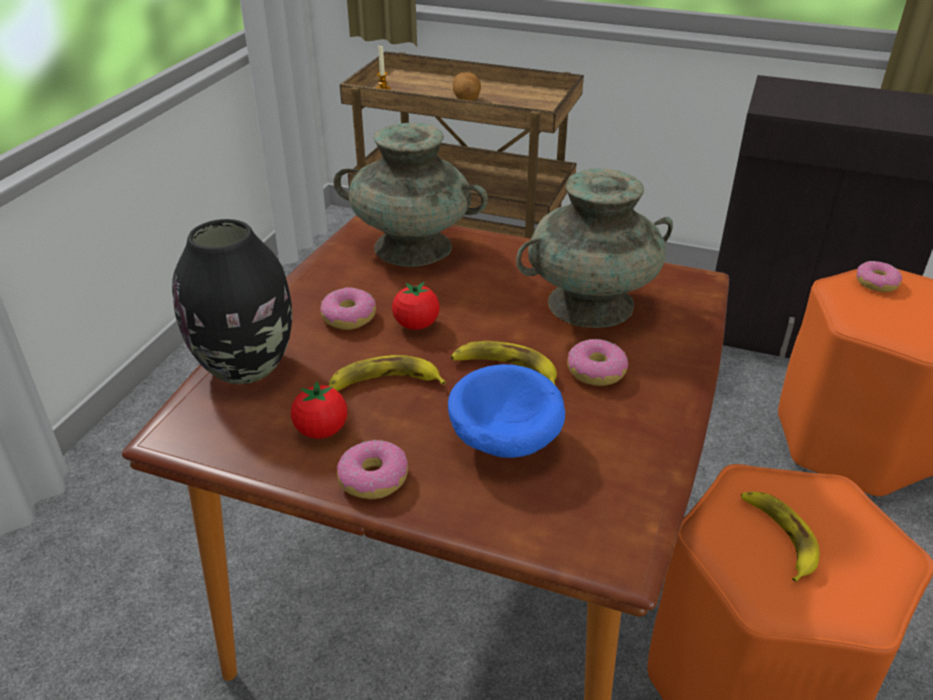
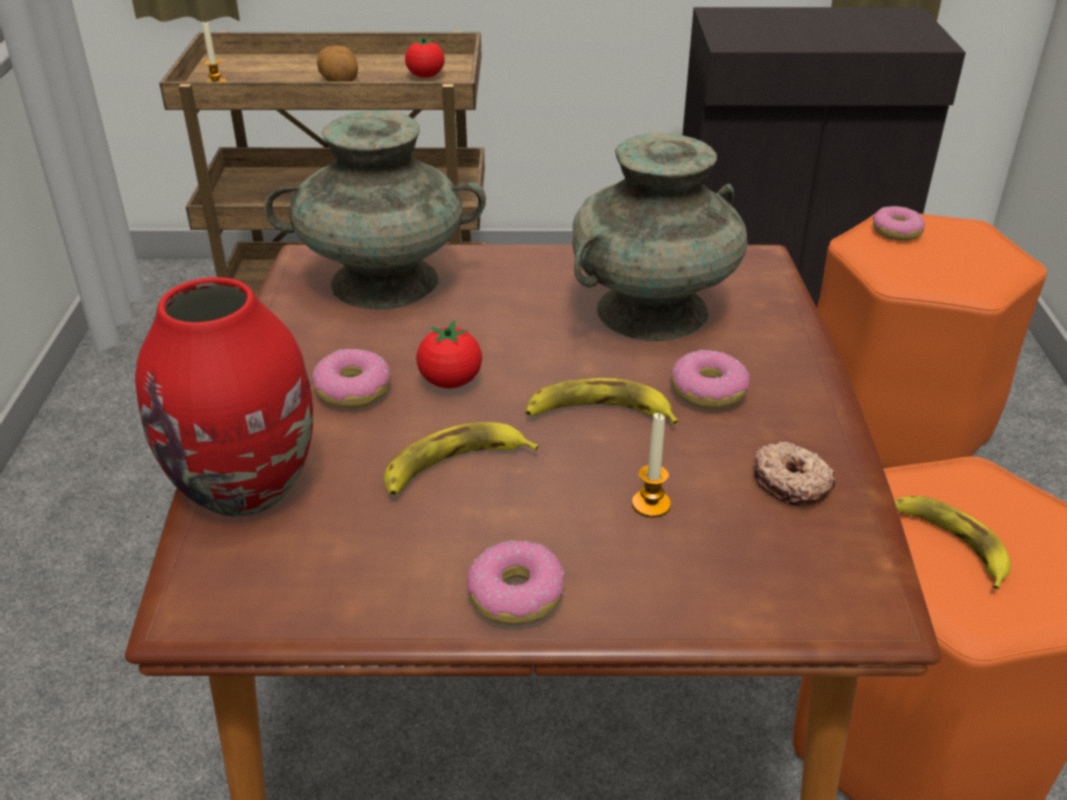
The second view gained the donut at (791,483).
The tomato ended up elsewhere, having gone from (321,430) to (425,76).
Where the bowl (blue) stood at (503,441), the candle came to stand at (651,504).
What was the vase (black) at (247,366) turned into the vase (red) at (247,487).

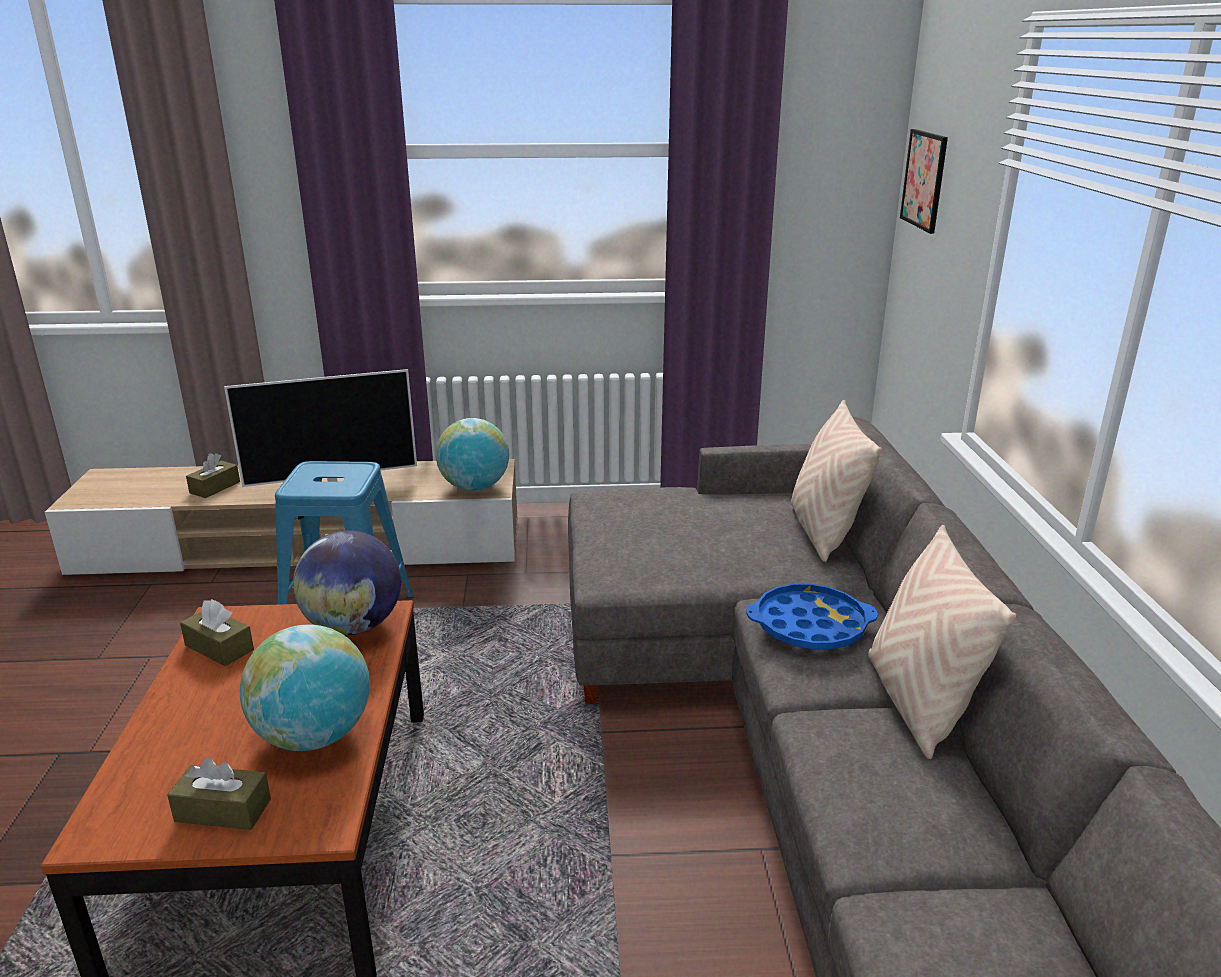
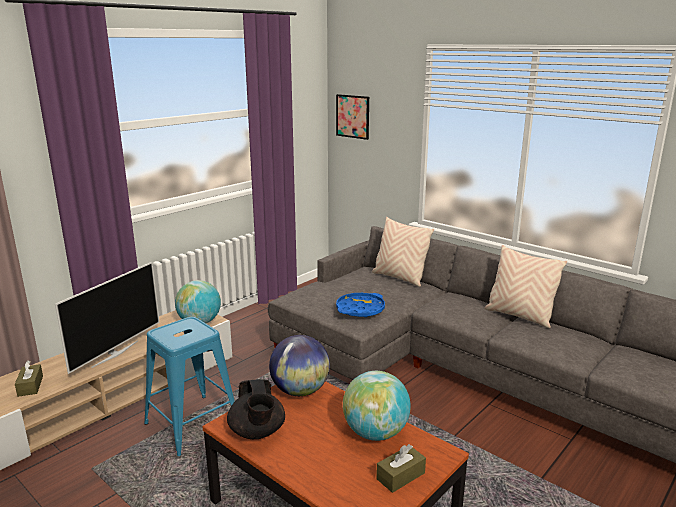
The tray (blue) ended up elsewhere, having gone from (810,626) to (360,309).
Where the tissue box (brown) stood at (219,648), the teapot (black) came to stand at (257,432).

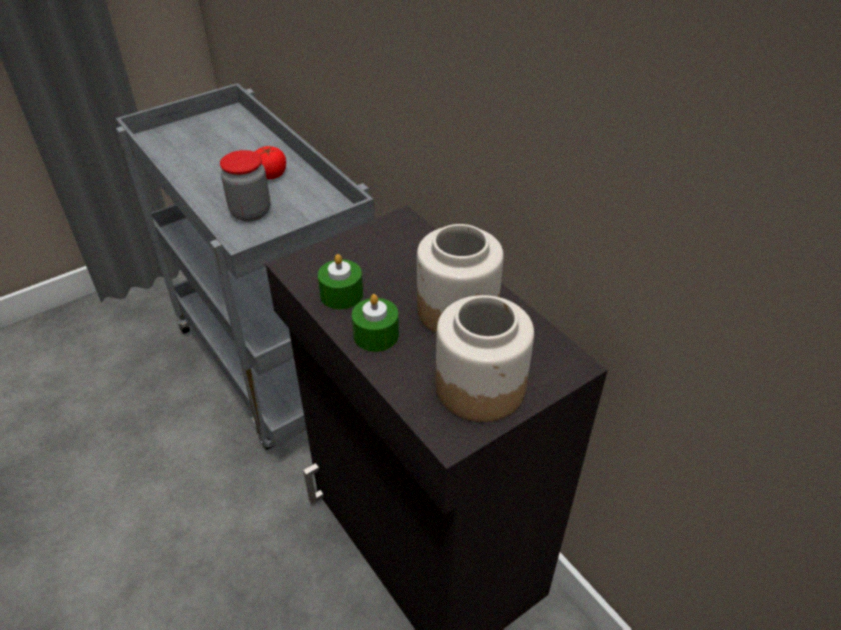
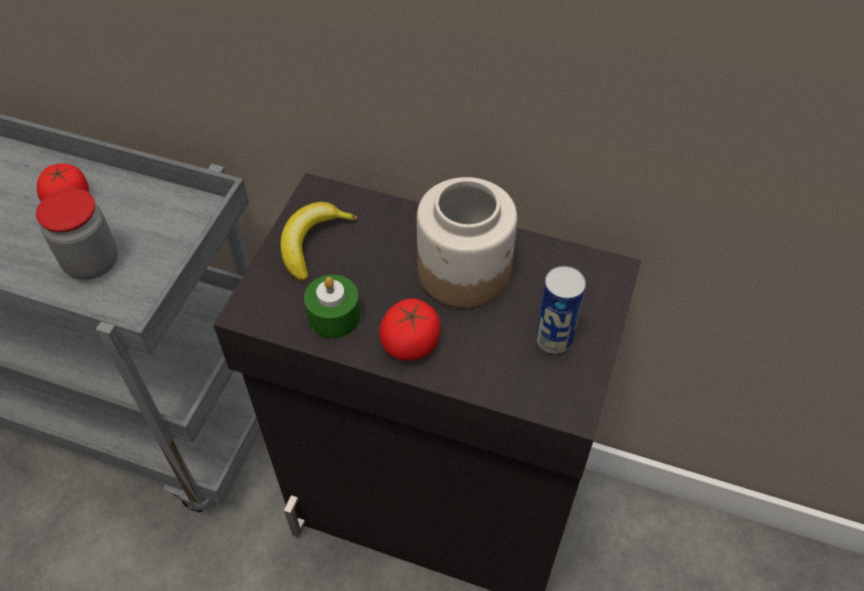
The second view gained the banana at (312,243).
Where the candle (green) stood at (376,335), the tomato came to stand at (410,342).
Where the jar stood at (481,386), the can came to stand at (553,340).

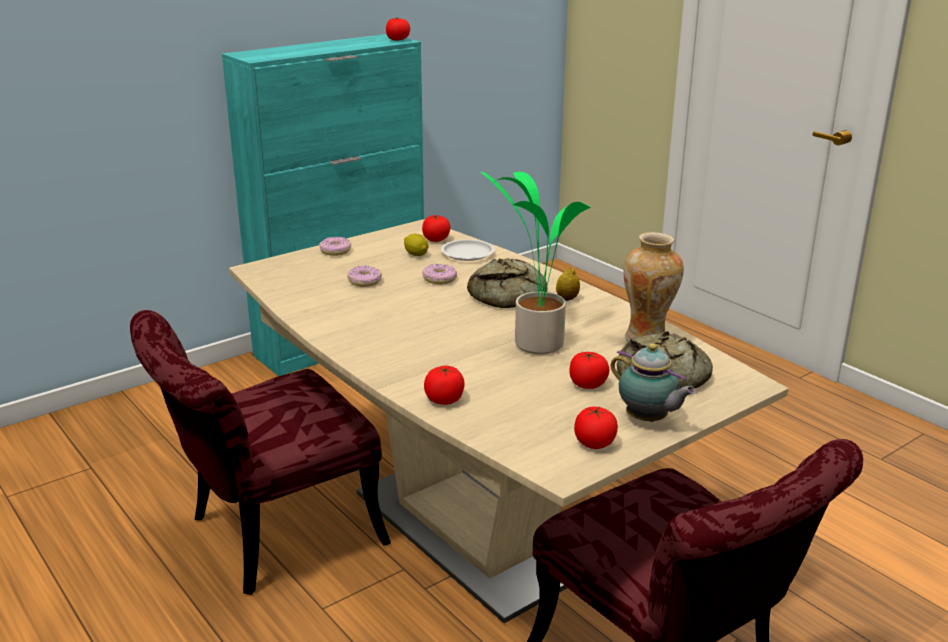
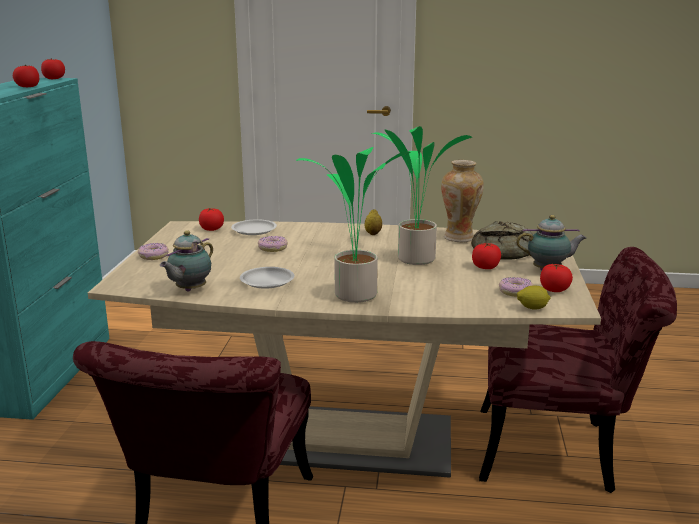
The second view lost the bread at (510,295).
The second view gained the teapot at (189,290).
The second view gained the plate (white) at (267,281).
The second view gained the potted plant at (353,296).
The donut ended up elsewhere, having gone from (364,281) to (515,292).
The lemon ended up elsewhere, having gone from (416,255) to (532,308).
The tomato ended up elsewhere, having gone from (444,400) to (28,87).

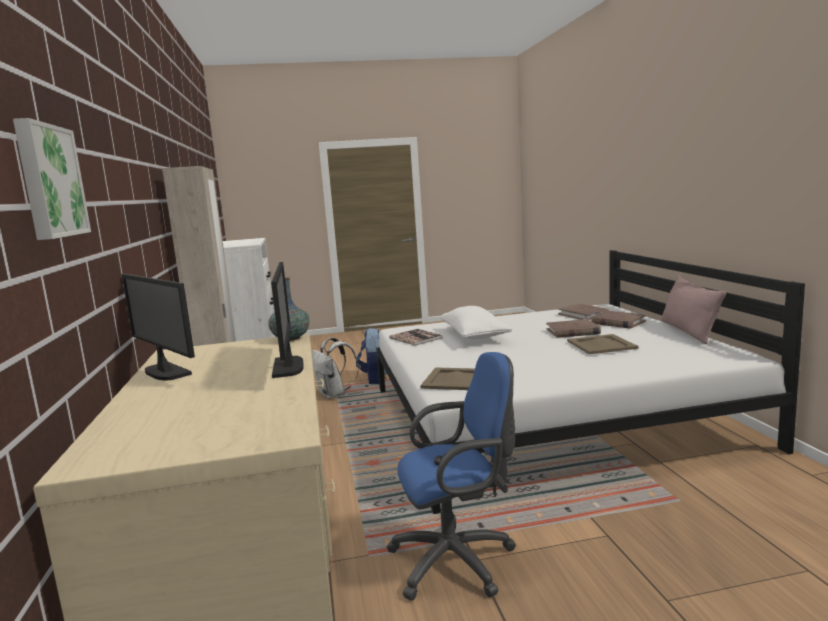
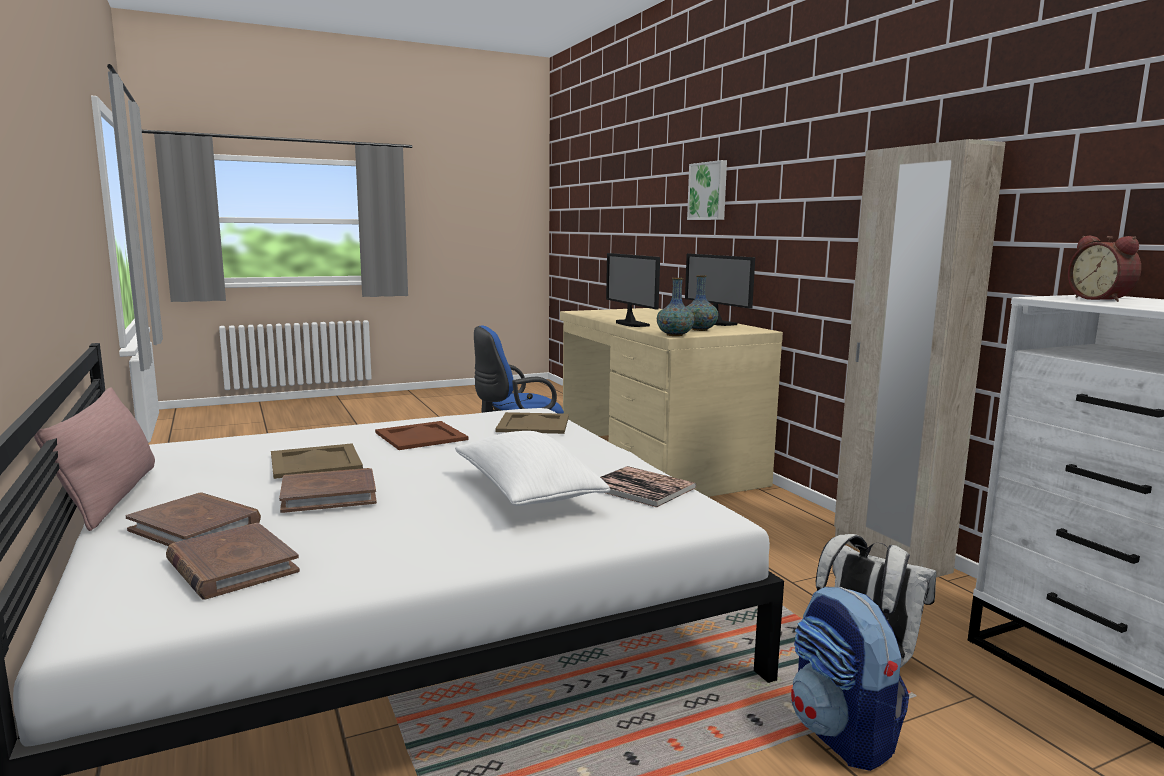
The second view gained the tray (brown) at (420,436).
The second view gained the vase at (699,330).
The second view gained the alarm clock at (1102,299).
The monitor at (165,373) ended up facing another way, 150 degrees counterclockwise from before.

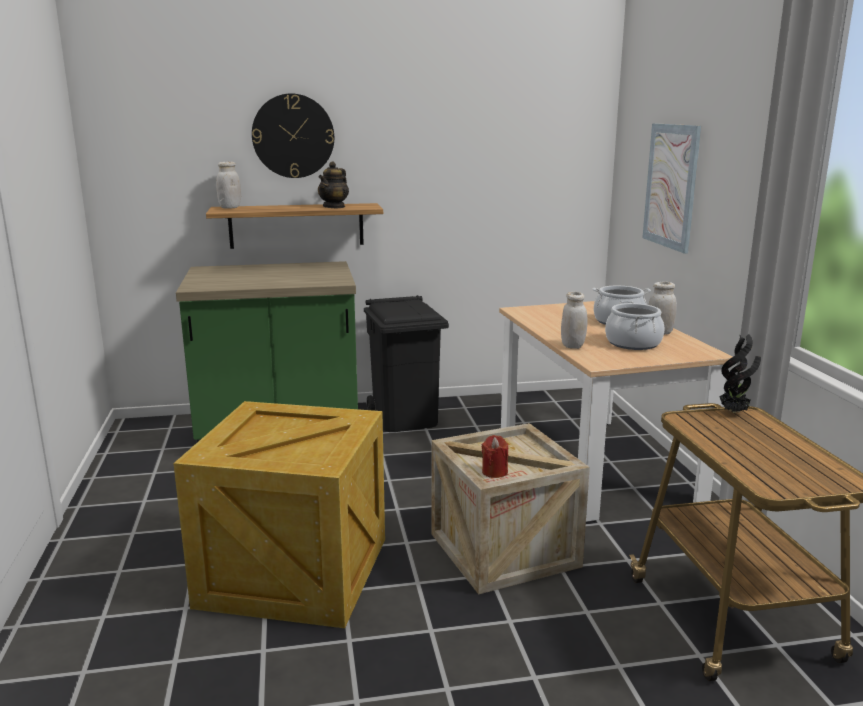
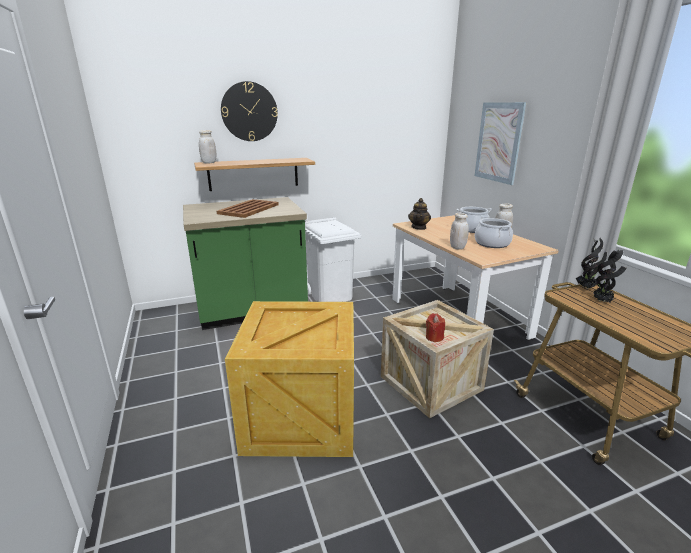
The second view gained the tray (brown) at (249,209).
The second view gained the potted plant at (602,301).
The teapot ended up elsewhere, having gone from (334,207) to (419,227).
What was the trash can (black) at (405,419) turned into the trash can (white) at (330,296).

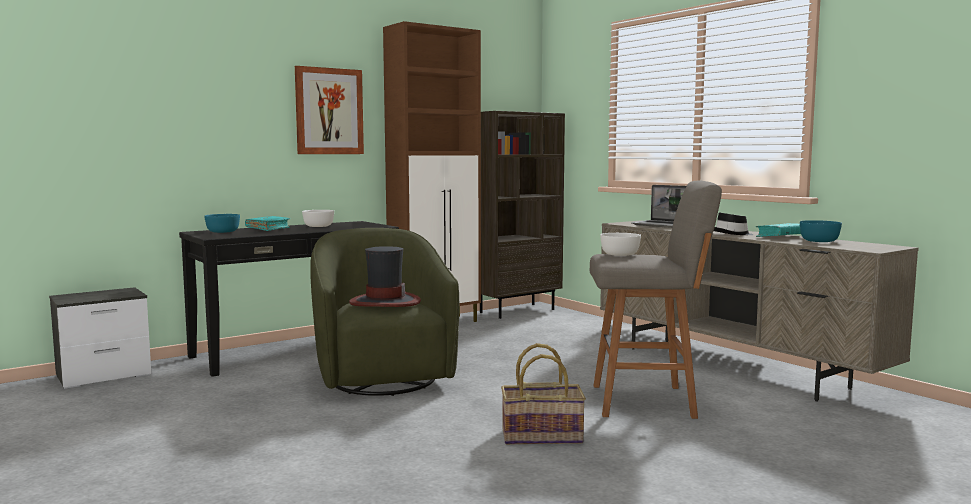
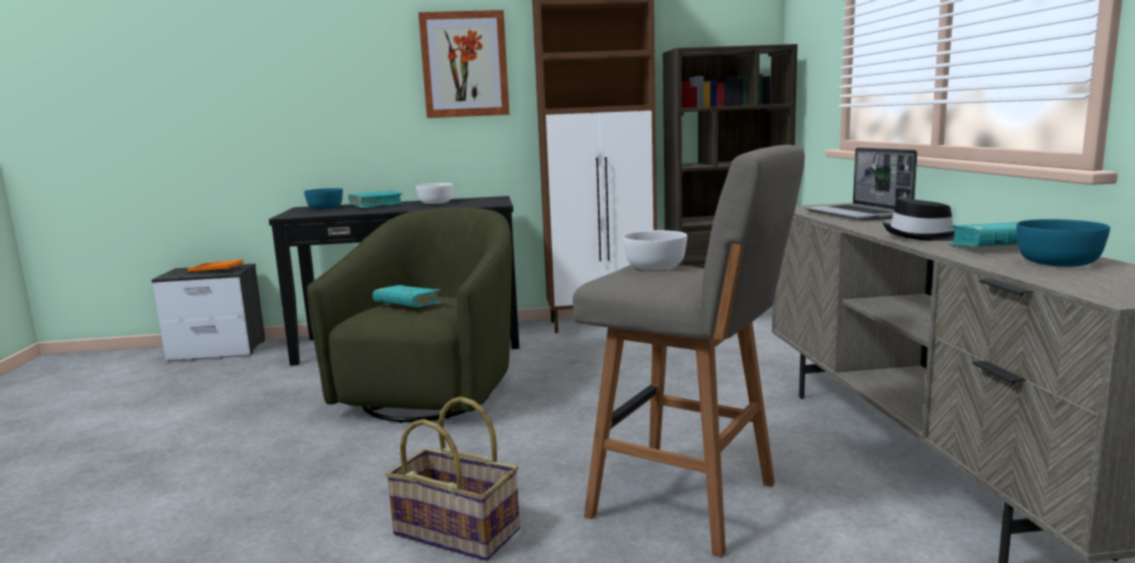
The second view gained the tray (orange) at (216,270).
Where the hat stood at (384,302), the book (turquoise) came to stand at (407,305).

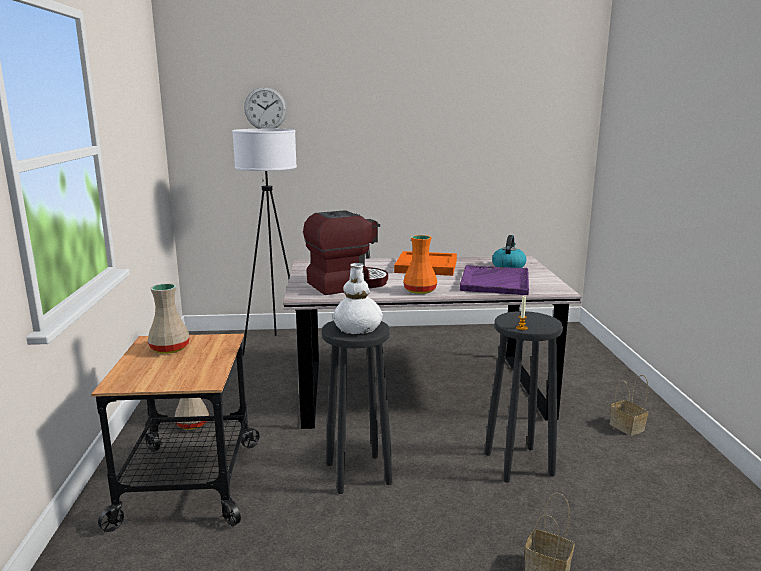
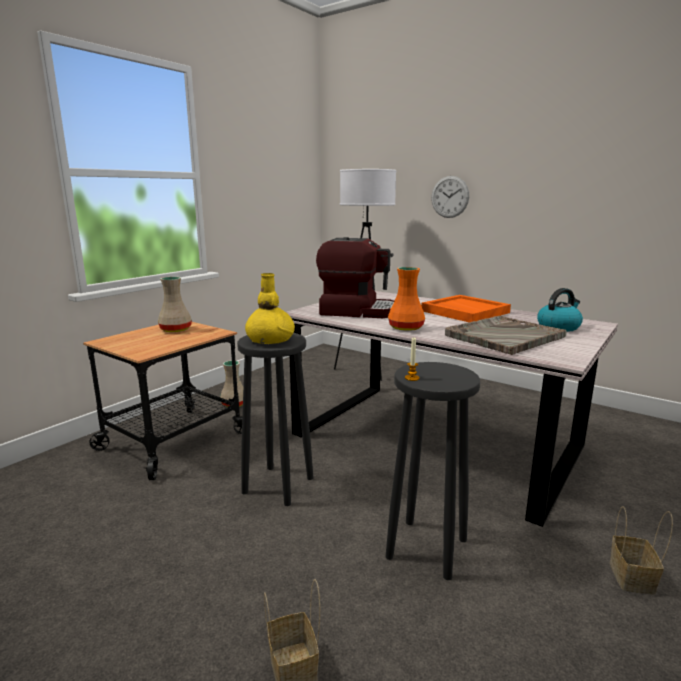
The wall clock ended up elsewhere, having gone from (265,108) to (450,197).
What was the vase (white) at (357,329) turned into the vase (yellow) at (270,340).
What was the tray (purple) at (494,282) turned into the tray (grey) at (503,336).

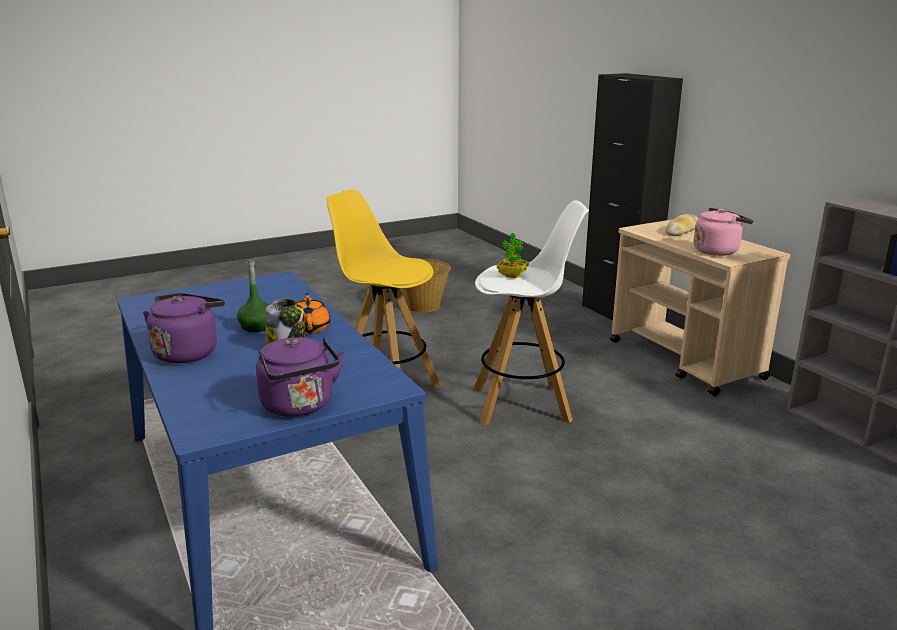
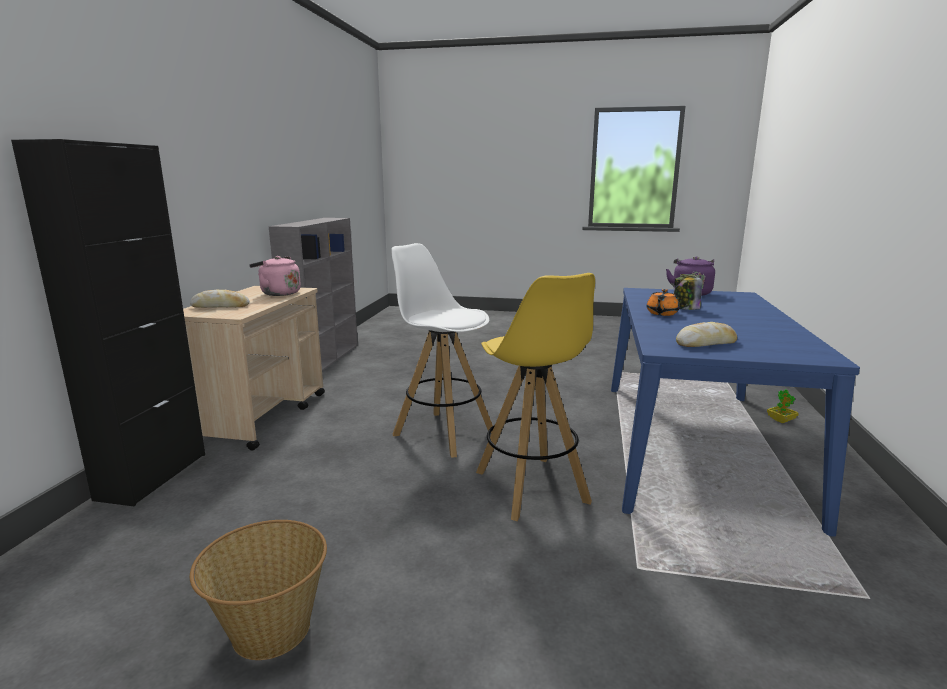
The second view lost the kettle (purple) at (188,352).
The second view lost the bottle (green) at (257,327).
The second view gained the bread at (706,343).
The potted plant ended up elsewhere, having gone from (512,275) to (781,420).

